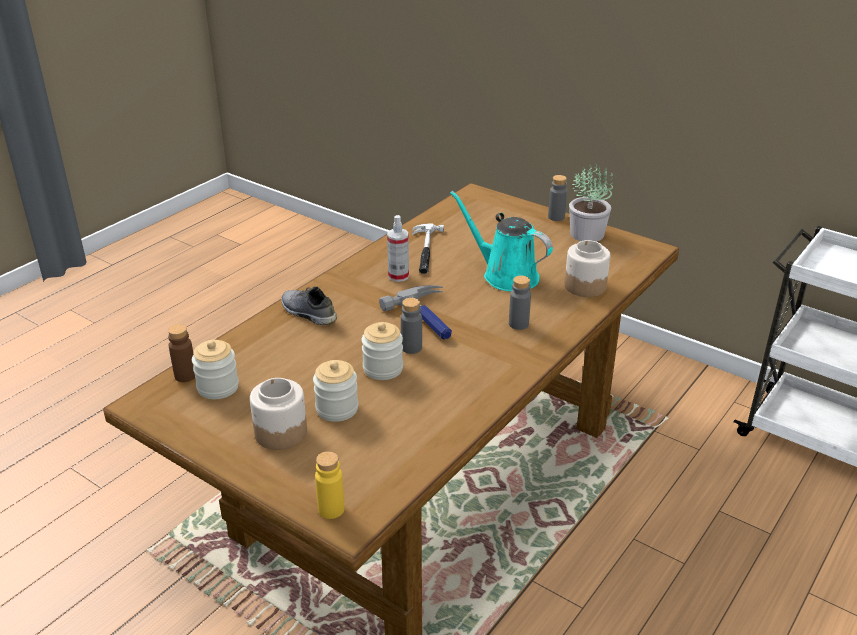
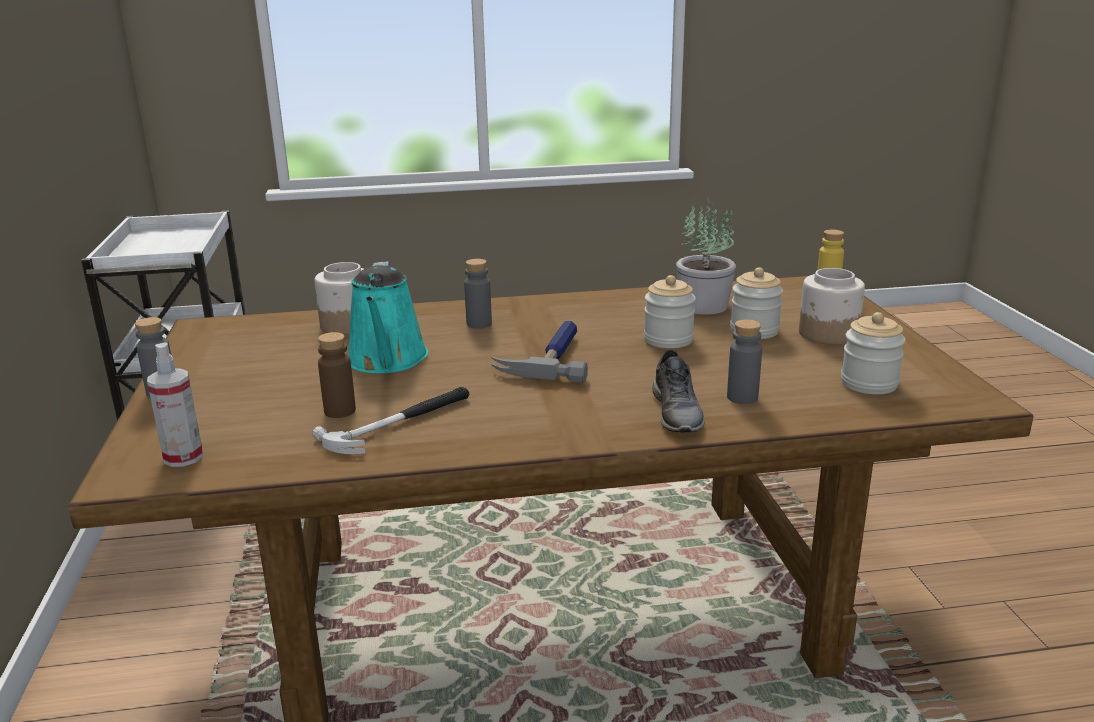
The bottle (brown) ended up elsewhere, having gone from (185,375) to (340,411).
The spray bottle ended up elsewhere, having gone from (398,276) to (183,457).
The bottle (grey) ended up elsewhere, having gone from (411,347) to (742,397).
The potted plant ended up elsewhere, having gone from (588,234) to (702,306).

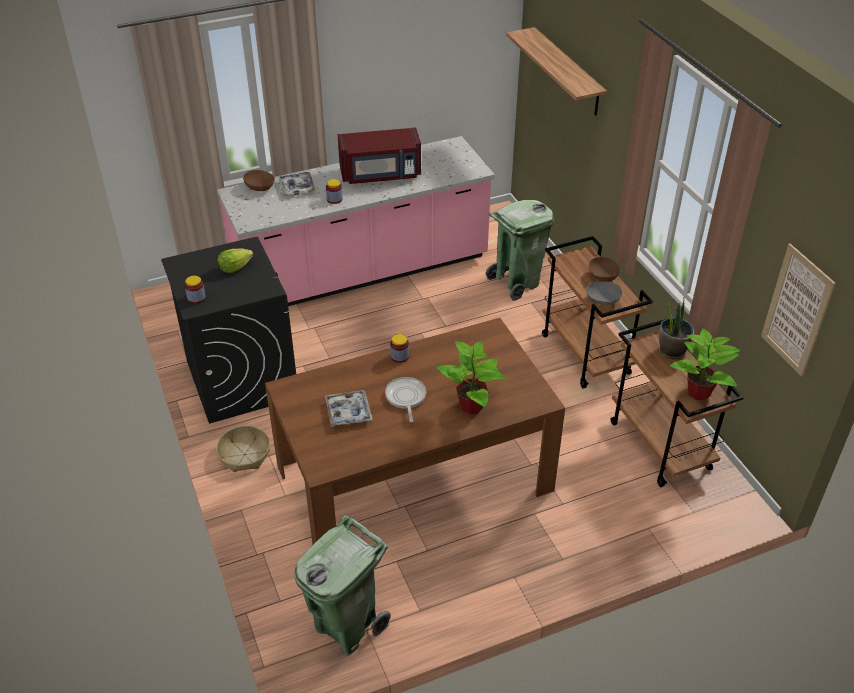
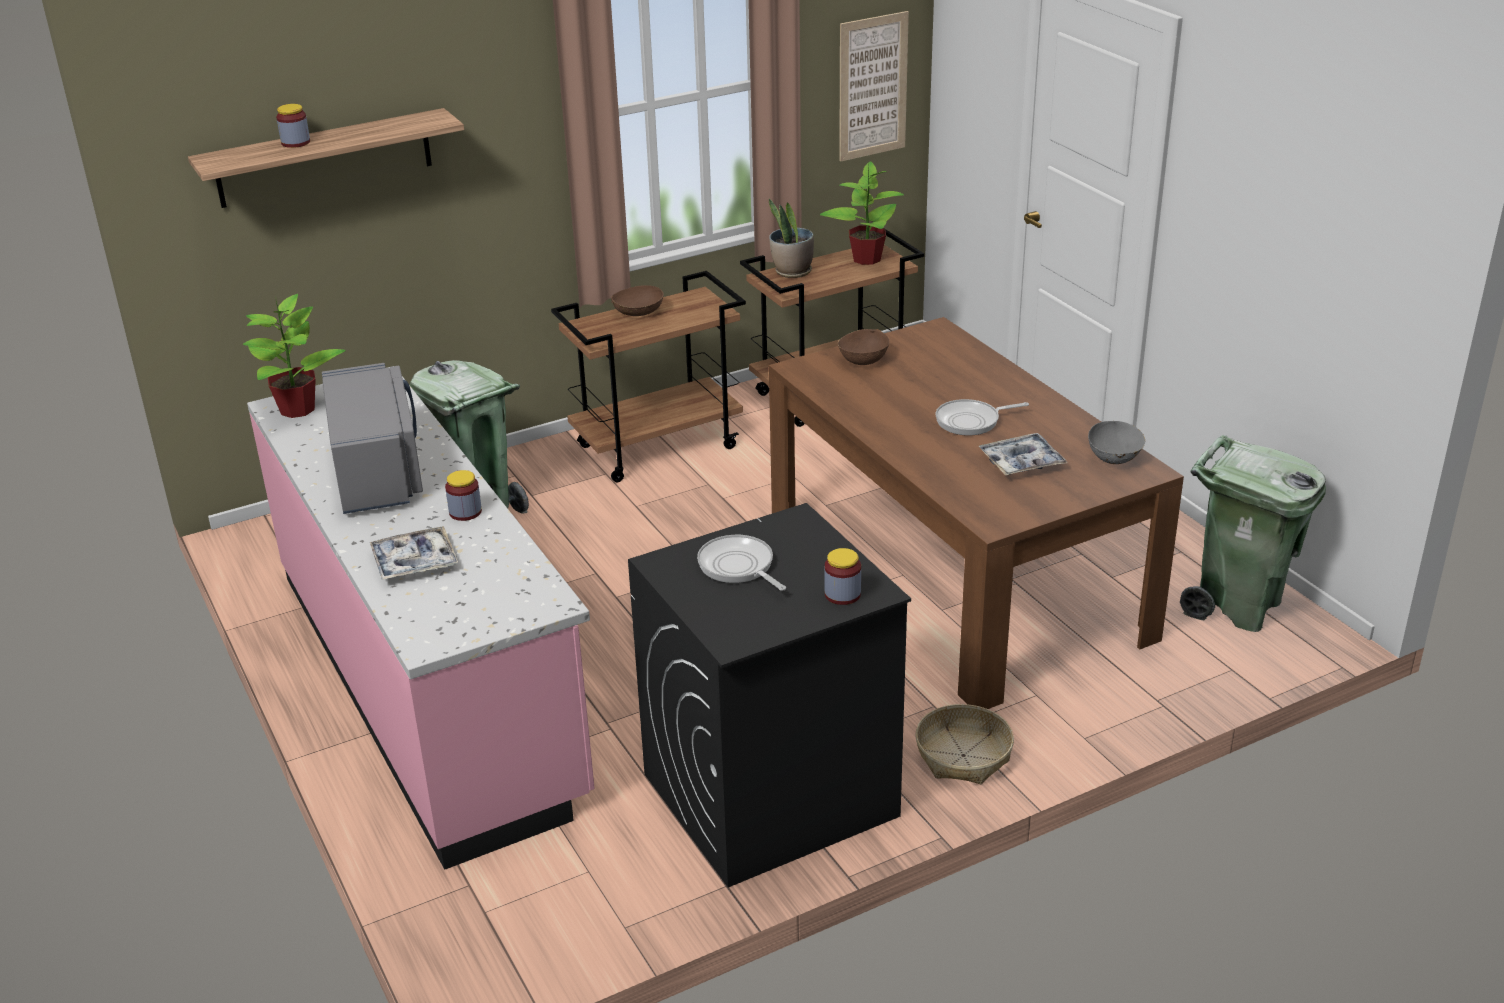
The bowl (brown) ended up elsewhere, having gone from (260,188) to (863,360).
The jar ended up elsewhere, having gone from (399,356) to (295,142).
The potted plant ended up elsewhere, having gone from (472,406) to (298,408).
The bowl (grey) ended up elsewhere, having gone from (602,301) to (1114,458).
Where the lettuce stood at (234,268), the frying pan came to stand at (738,567).
What was the microwave (red) at (380,174) turned into the microwave (grey) at (378,472).

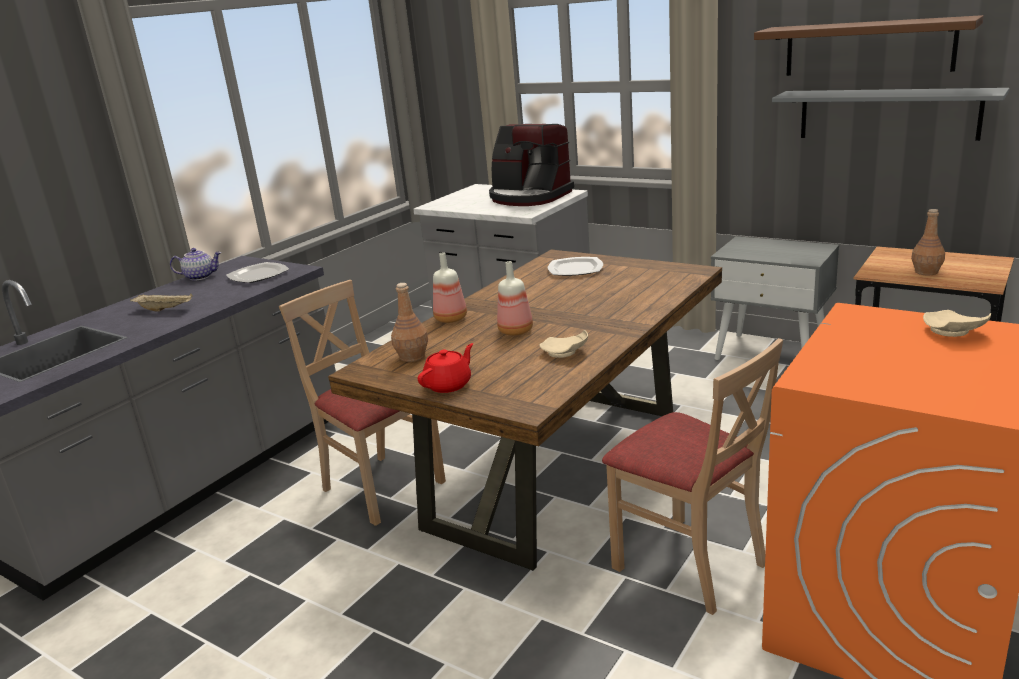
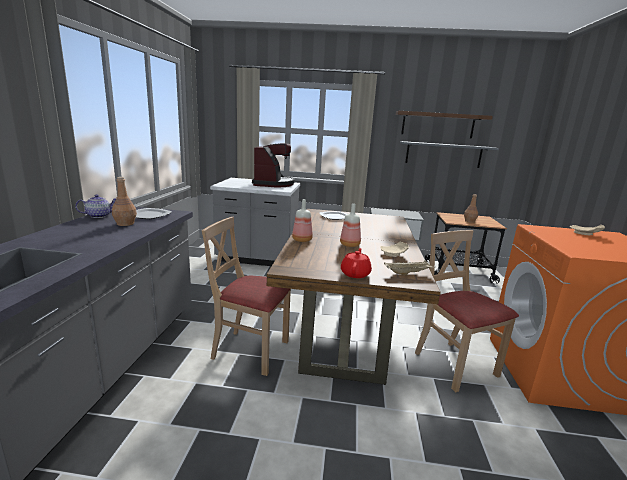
The tray (beige) ended up elsewhere, having gone from (165,309) to (408,273).
The bottle (brown) ended up elsewhere, having gone from (412,357) to (125,224).
The coffee machine at (529,197) ended up facing another way, 90 degrees counterclockwise from before.
The chair (beige) at (690,564) ended up facing another way, 135 degrees counterclockwise from before.

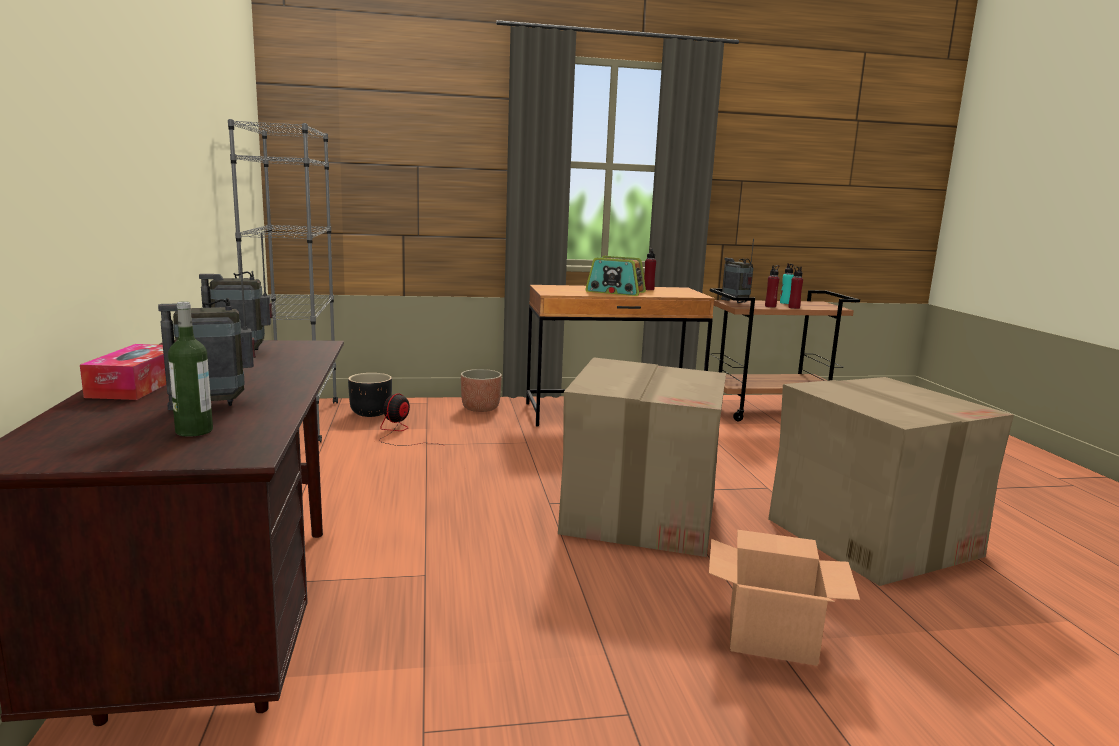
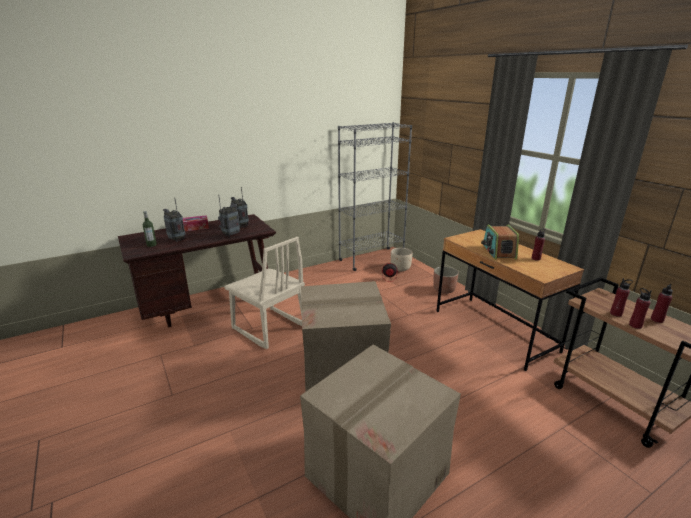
The second view lost the cardboard box at (770,635).
The second view gained the chair (beige) at (268,328).
The radio ended up elsewhere, having gone from (735,302) to (231,235).
What was the planter (black) at (371,413) turned into the planter (beige) at (400,268).
What was the bottle (turquoise) at (785,303) turned into the bottle (red) at (656,320).

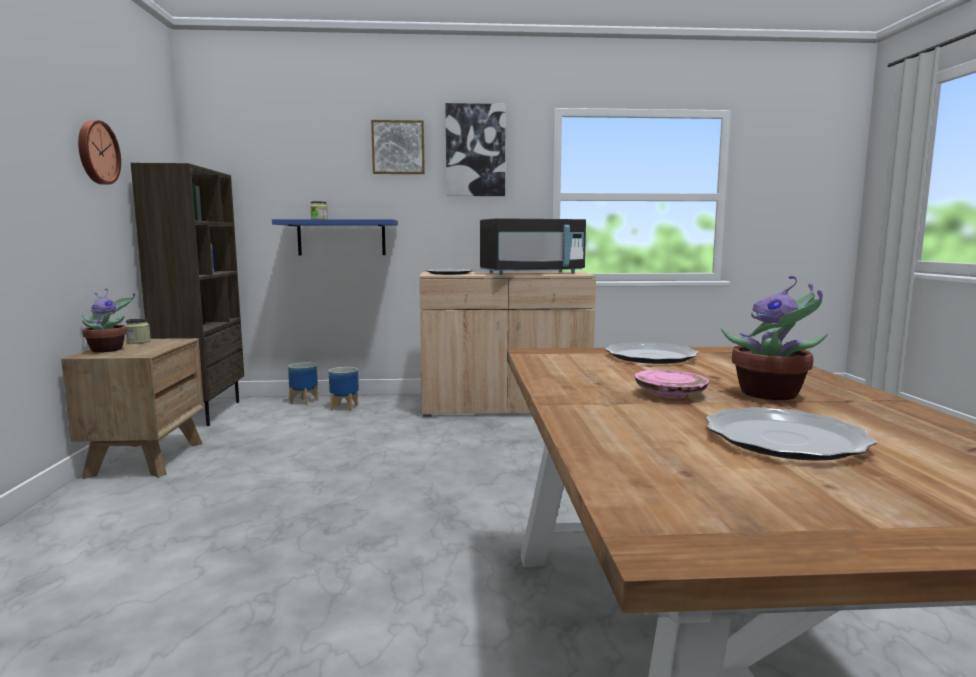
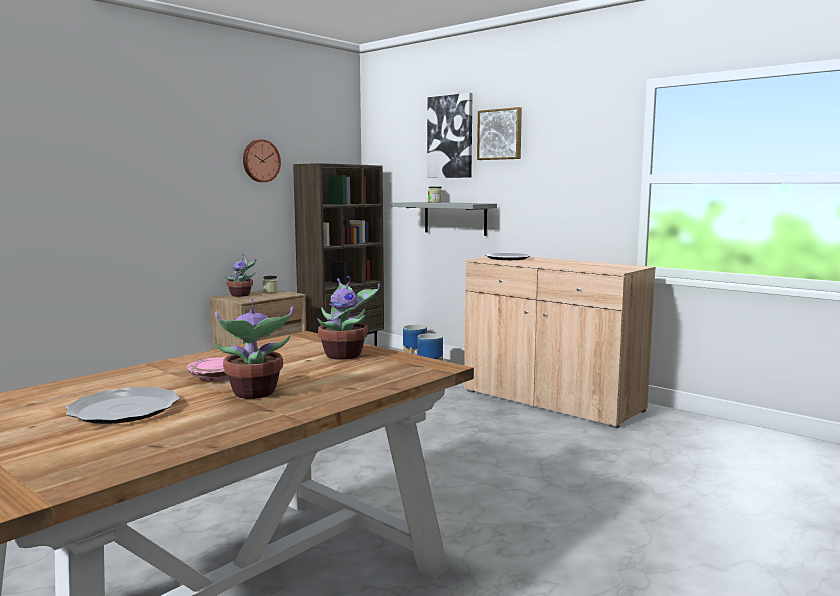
The second view lost the microwave (black) at (532,273).
The picture ended up elsewhere, having gone from (475,150) to (450,137).
Where the plate stood at (651,356), the potted plant came to stand at (345,355).
What was the shelf (blue) at (341,237) turned into the shelf (grey) at (455,218).

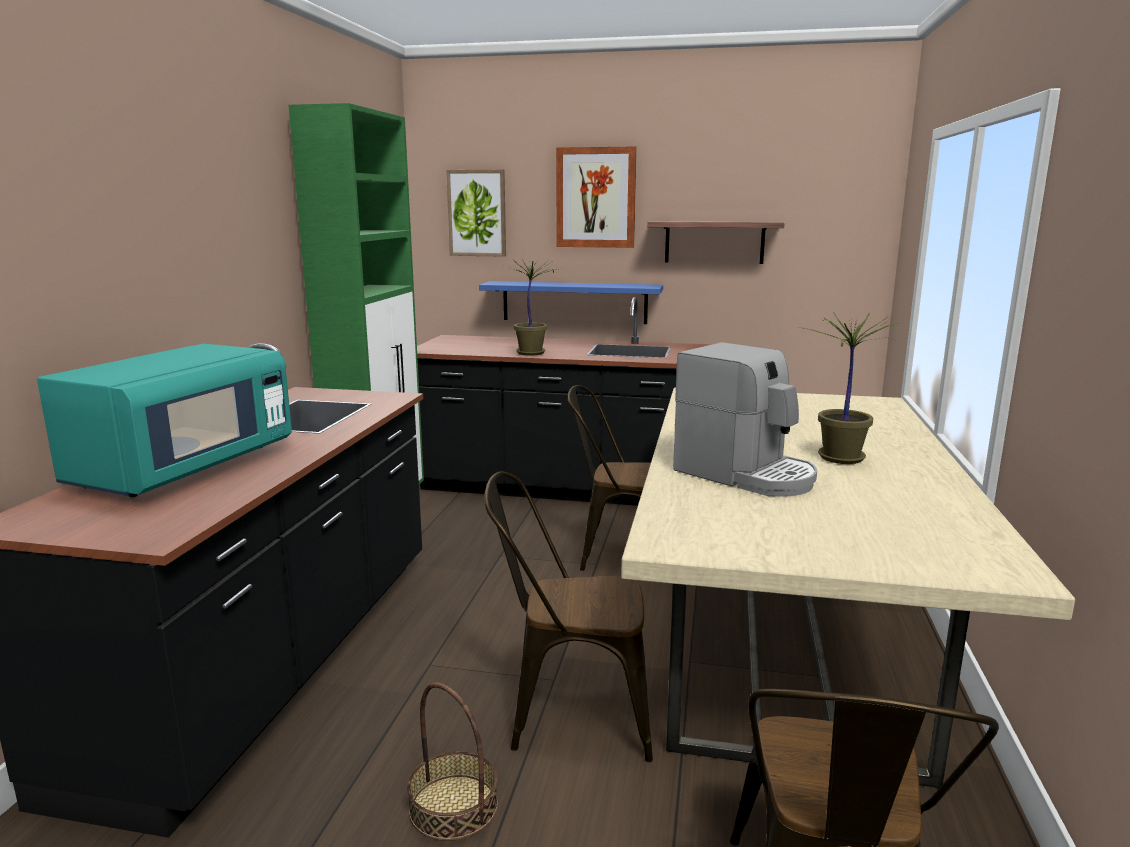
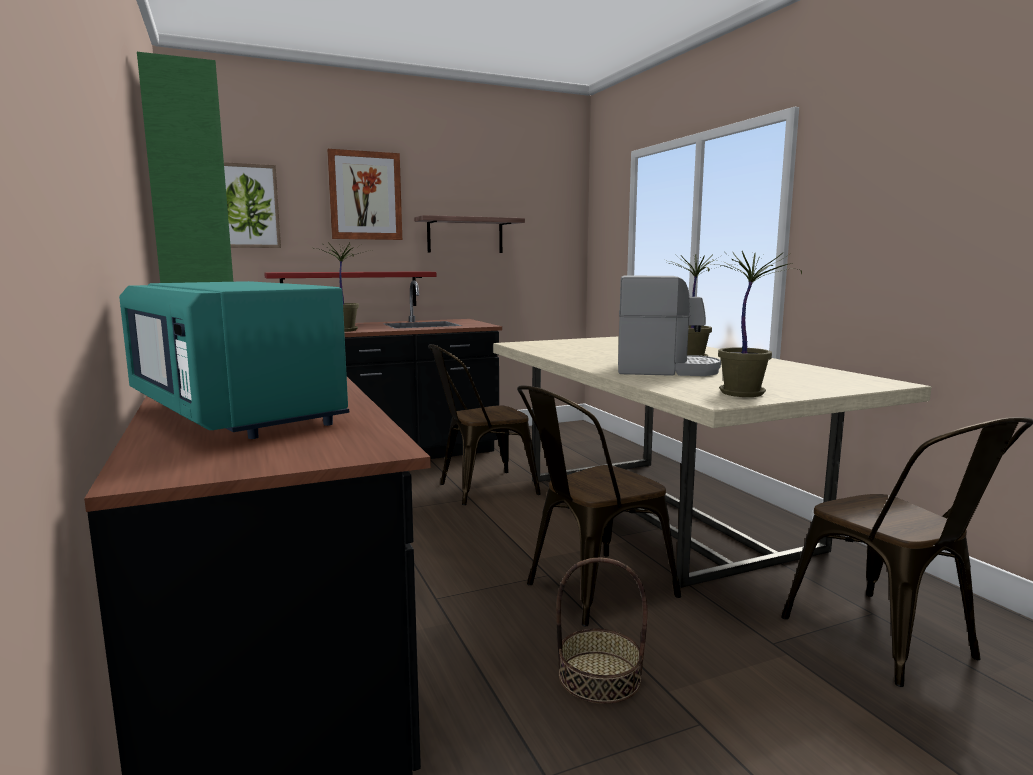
The second view gained the potted plant at (743,393).
What was the shelf (blue) at (574,302) turned into the shelf (red) at (350,289).
The microwave (turquoise) at (184,468) ended up facing another way, 150 degrees clockwise from before.

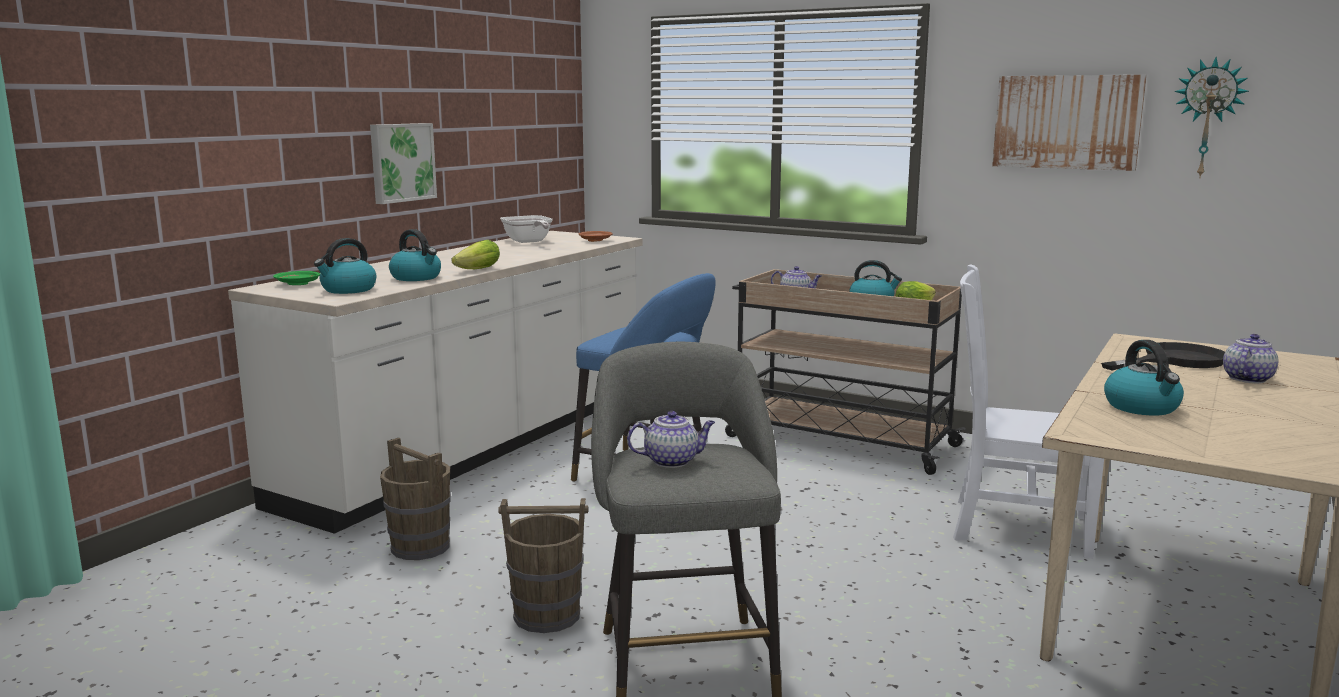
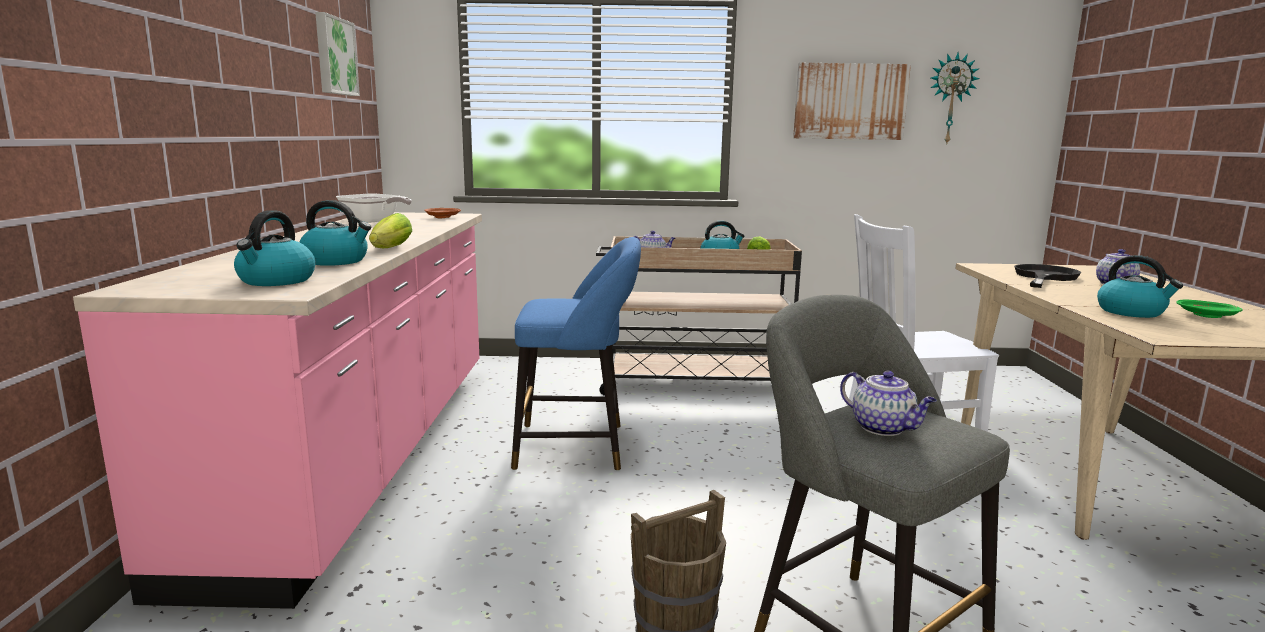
The second view lost the bucket (brown) at (420,547).
The plate (green) ended up elsewhere, having gone from (297,284) to (1207,316).
The picture ended up elsewhere, having gone from (401,162) to (334,56).
What was the counter (white) at (477,448) turned into the counter (pink) at (365,454).
The teapot at (672,461) ended up facing another way, 90 degrees clockwise from before.

